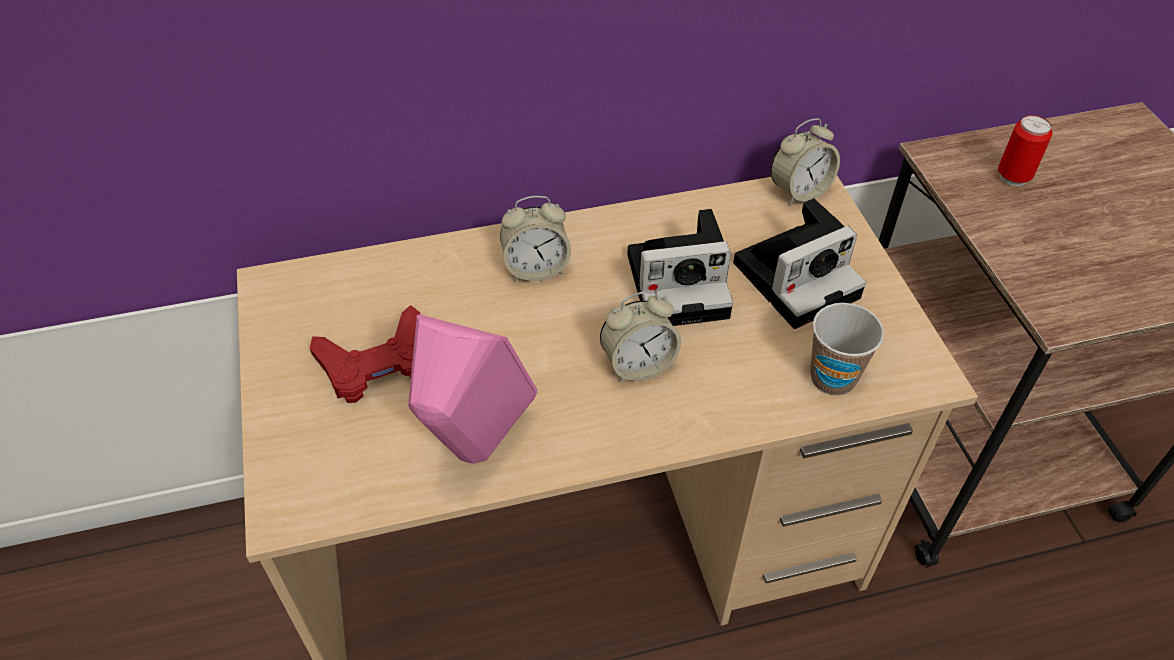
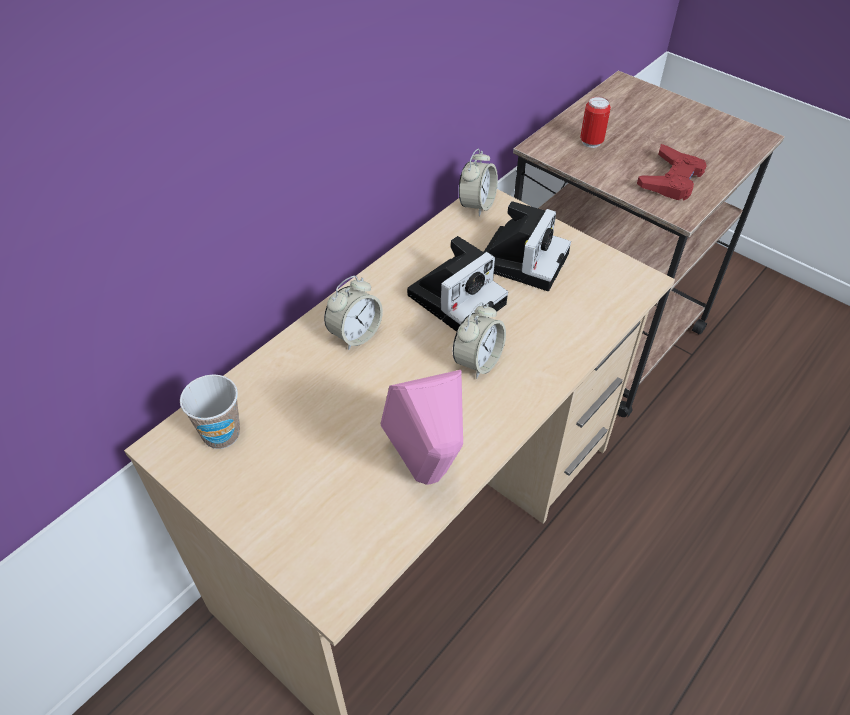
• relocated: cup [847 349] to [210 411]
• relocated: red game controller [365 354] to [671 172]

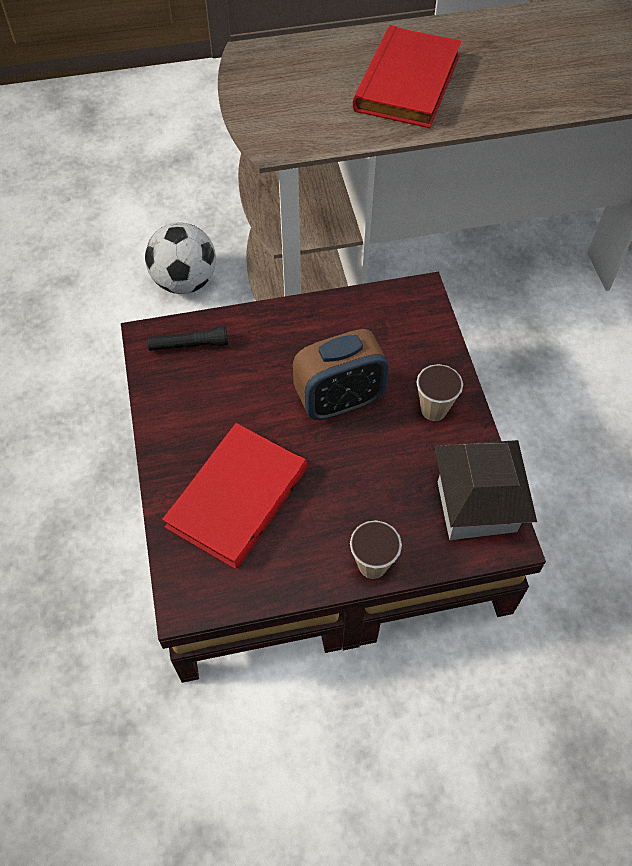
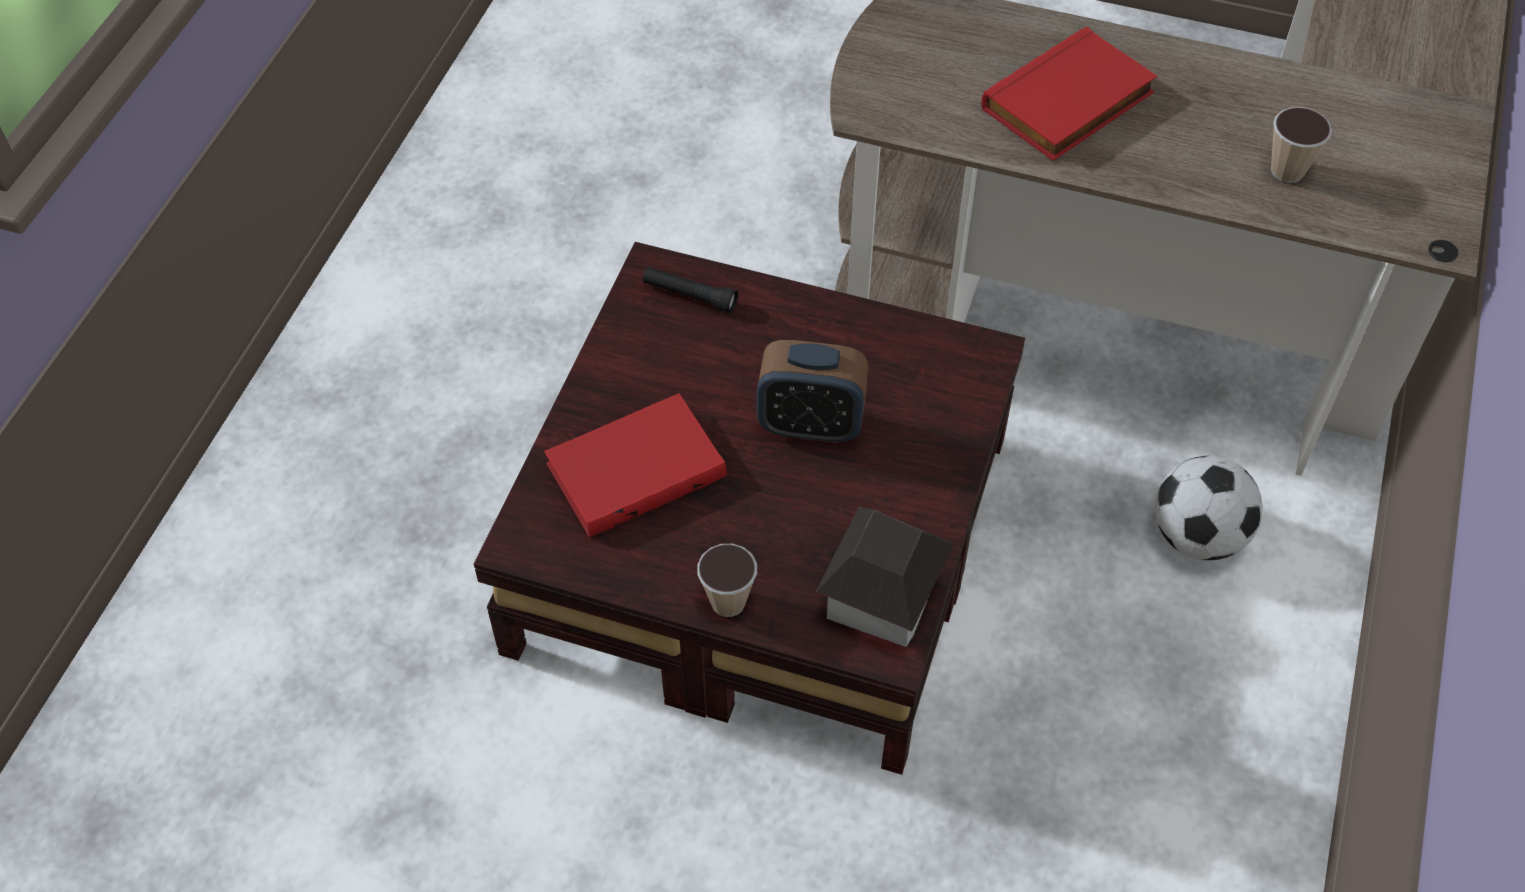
• relocated: football [180 258] to [1209 508]
• relocated: cup [439 392] to [1301 145]

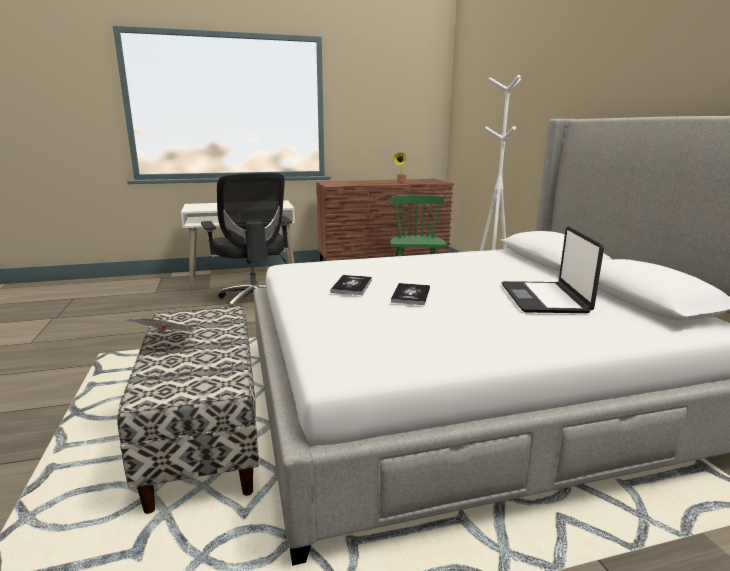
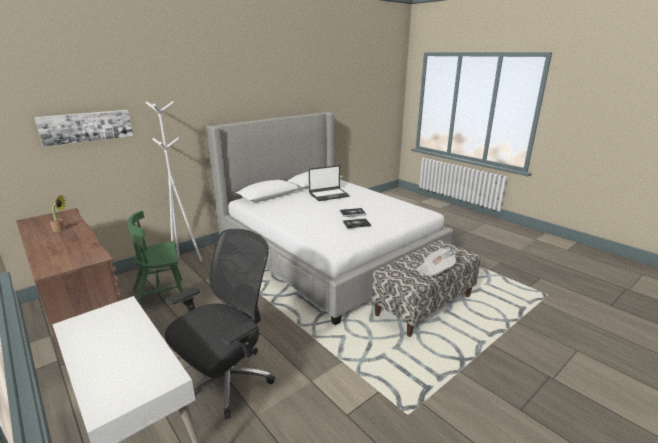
• appeared: picture [84 128]

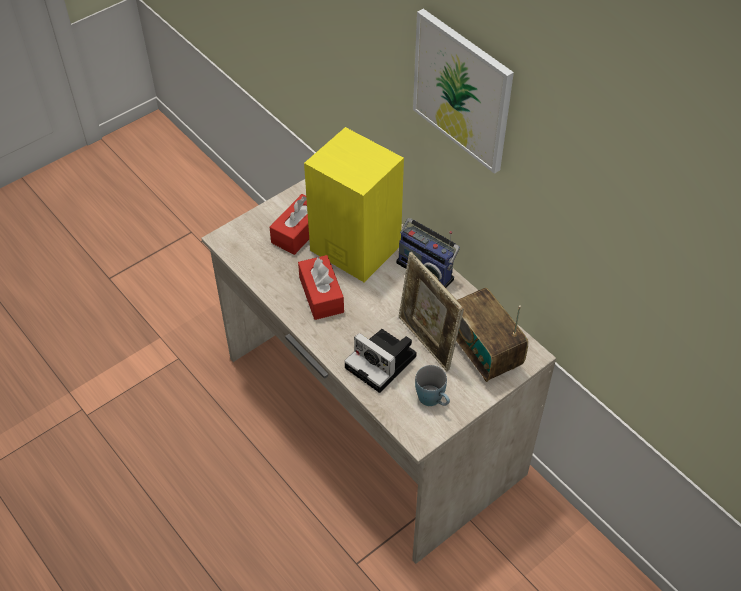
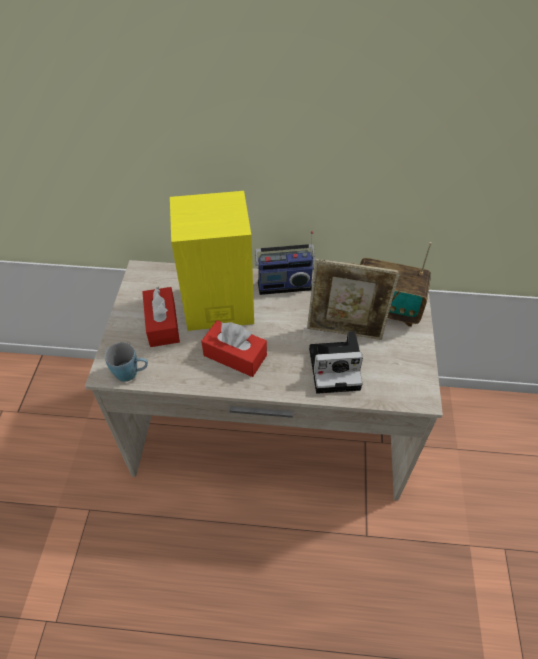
• relocated: blue mug [432 385] to [126 362]
• missing: picture [463 91]

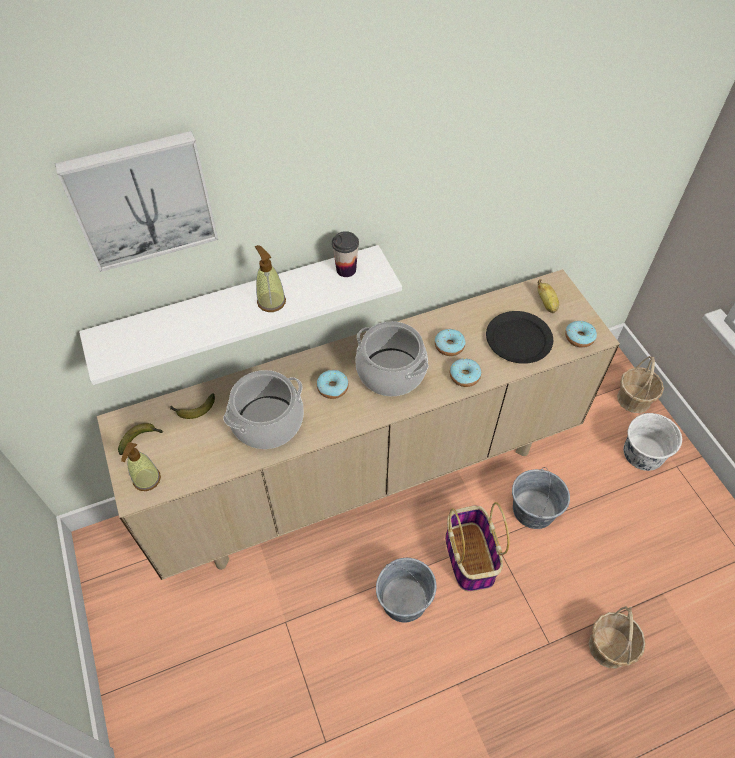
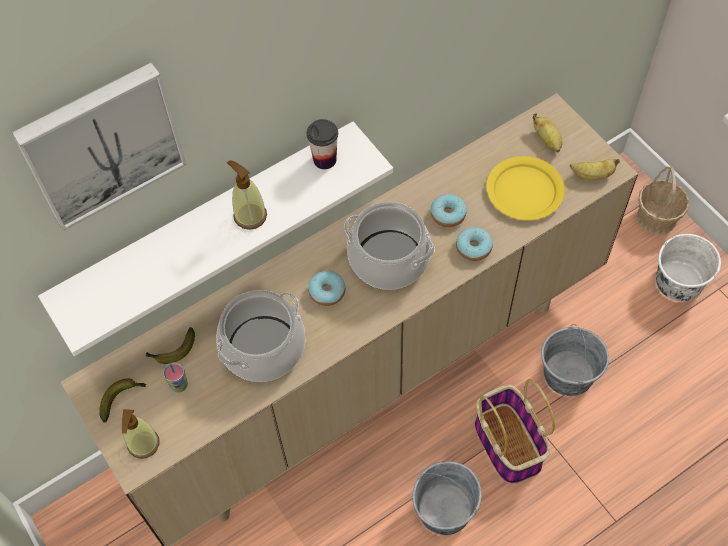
• appeared: cup [175 377]
• colour: black plate [519 337] to yellow plate [525 188]
• exchanged: donut [581 334] to banana [595 169]
• missing: basket [617 637]

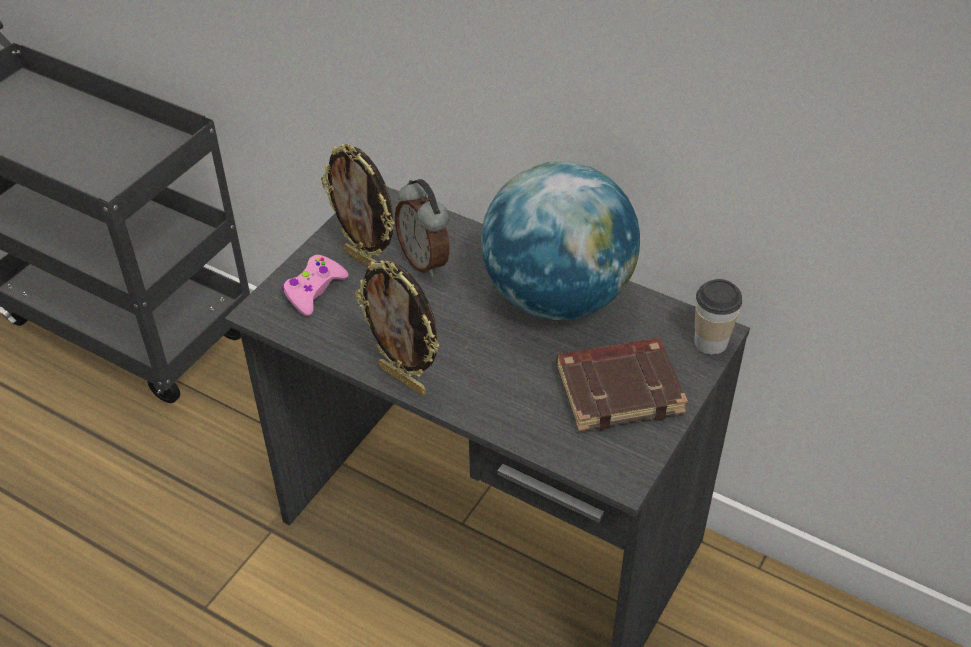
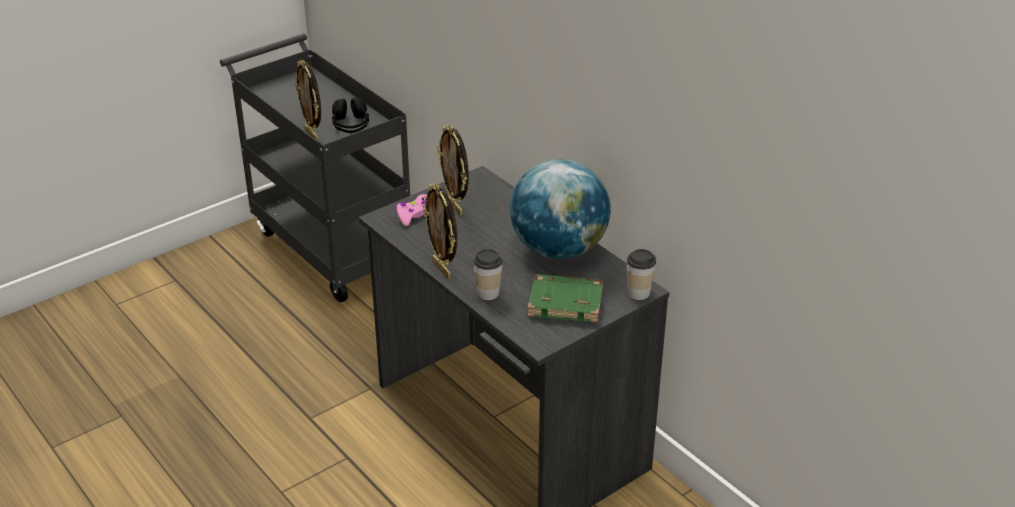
• appeared: picture frame [308 100]
• appeared: black headphones [350 115]
• appeared: cup [488 274]
• colour: brown book [622 384] to green book [565 298]
• missing: alarm clock [422 228]

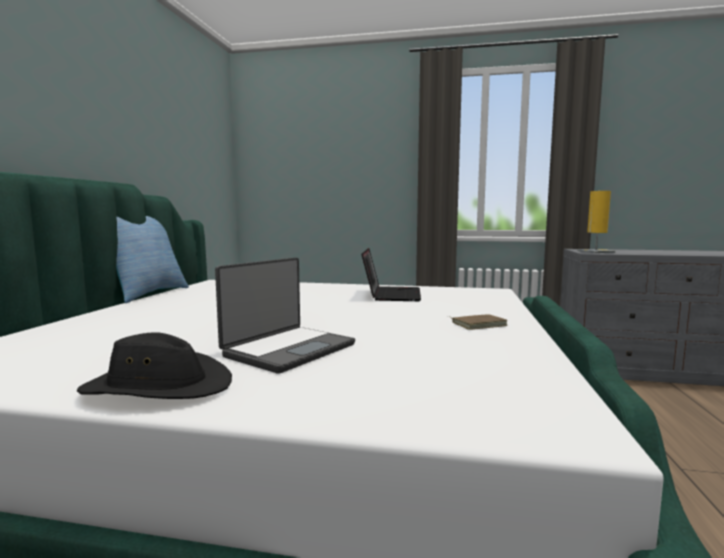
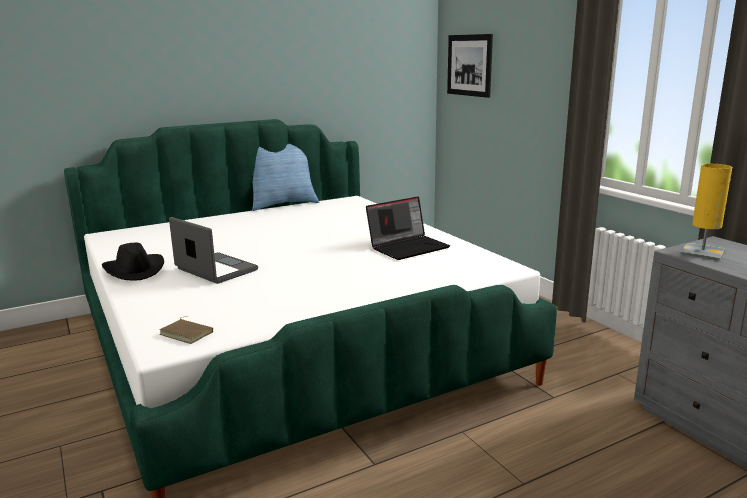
• relocated: brown book [478 322] to [186 330]
• spun: laptop [285 315] = [213 250] 135 degrees counterclockwise
• appeared: picture [470 66]

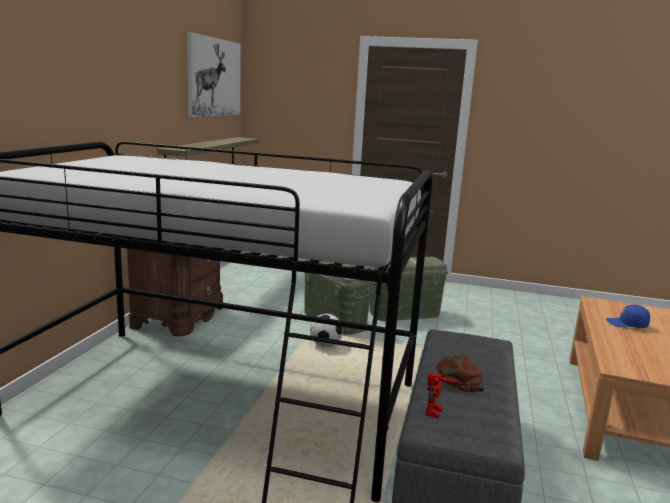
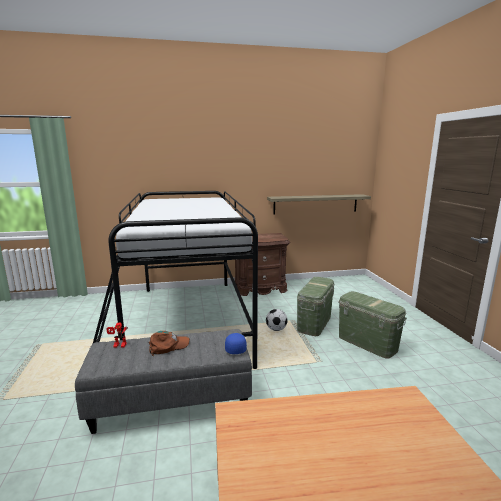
• relocated: blue cap [628 316] to [236 343]
• missing: picture [214 74]

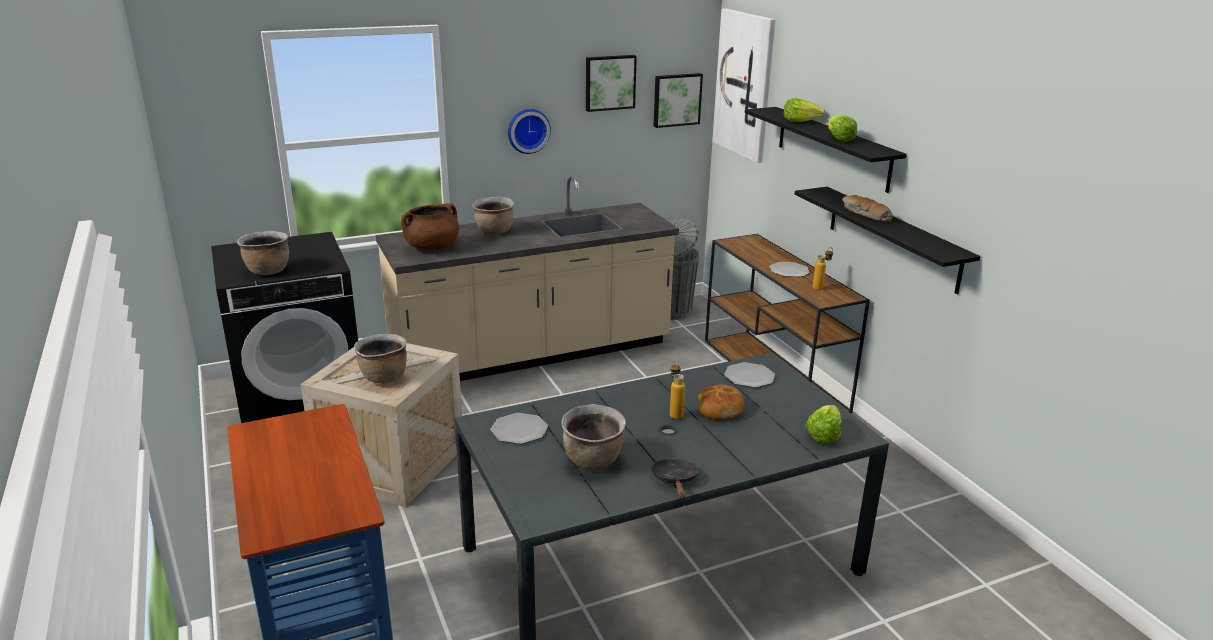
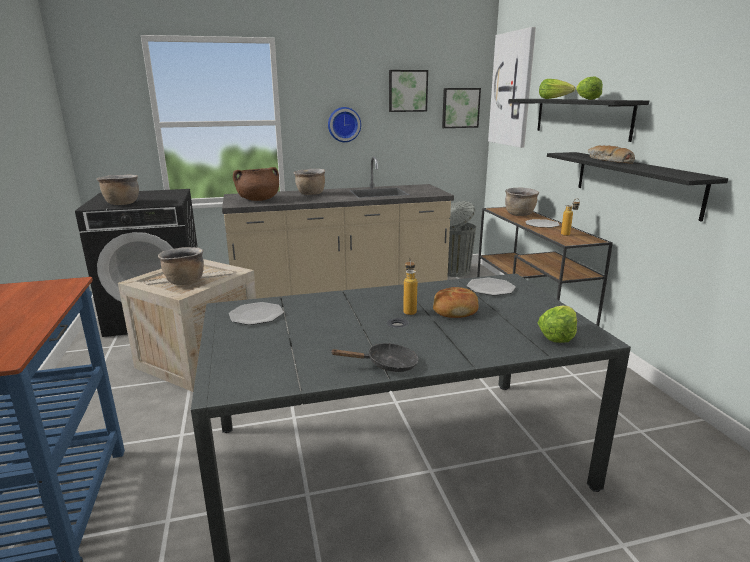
• spun: black frying pan [675 478] = [374 357] 75 degrees clockwise
• relocated: brown cooking pot [593 437] to [522 201]

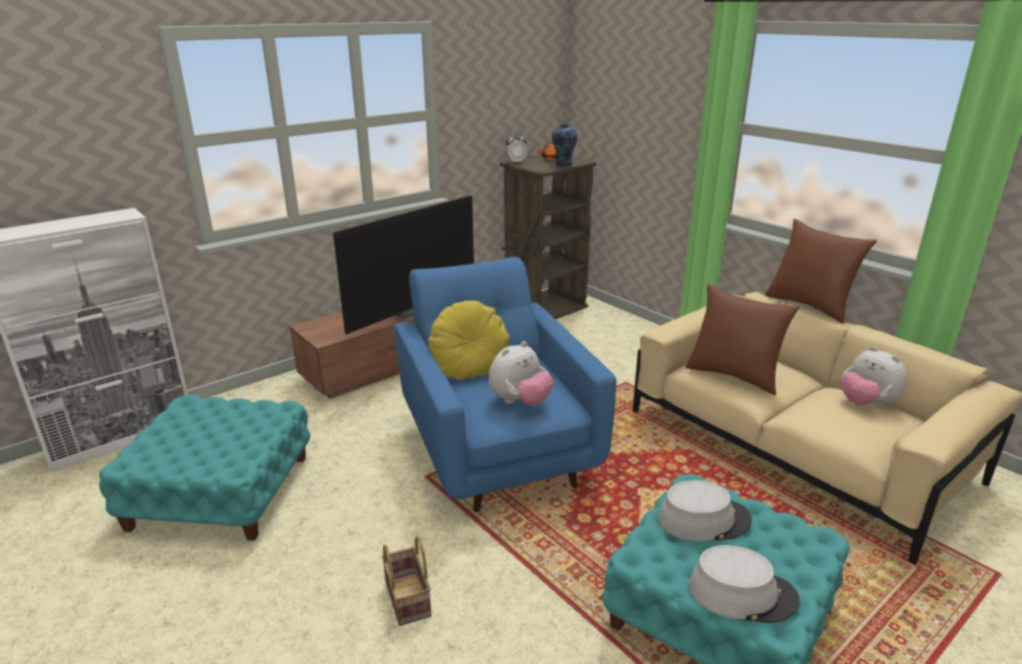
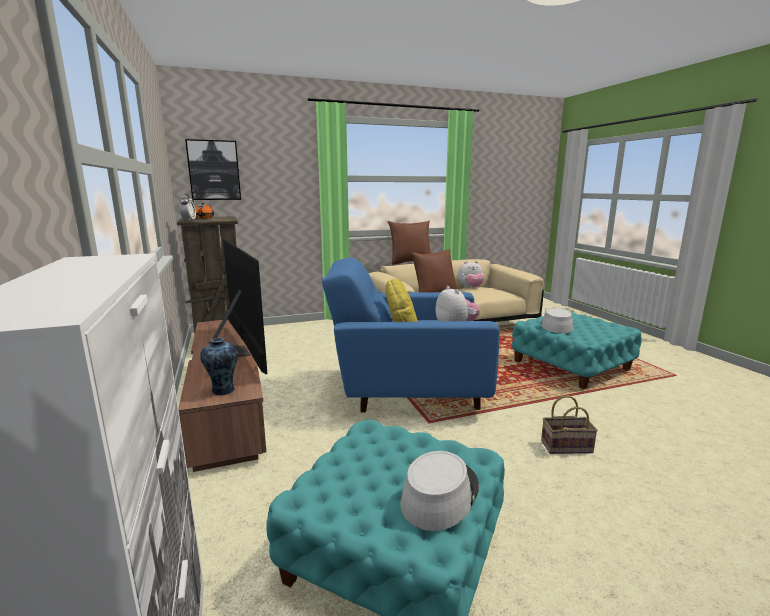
• appeared: picture [213 169]
• relocated: vase [564 145] to [219 367]
• relocated: grey hat [744 584] to [439 491]

